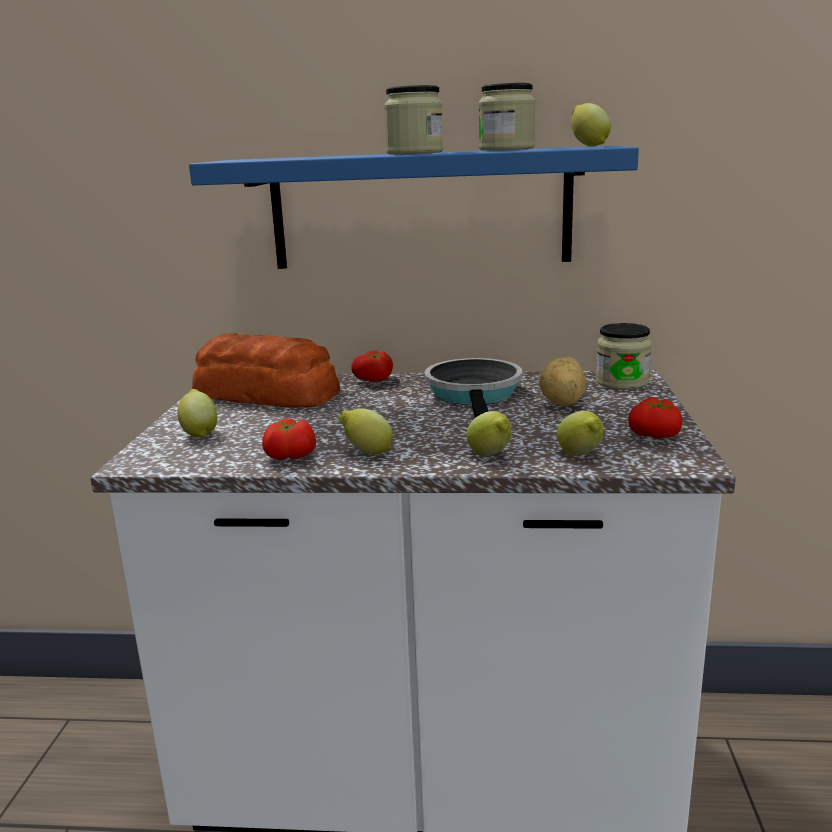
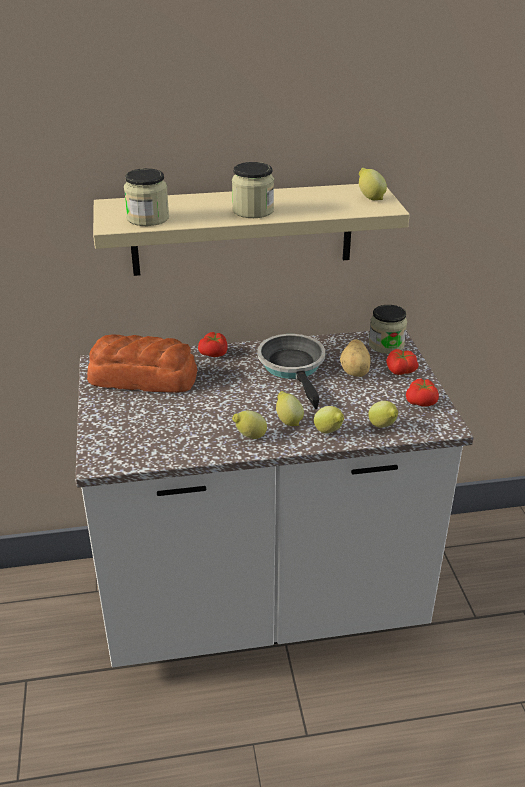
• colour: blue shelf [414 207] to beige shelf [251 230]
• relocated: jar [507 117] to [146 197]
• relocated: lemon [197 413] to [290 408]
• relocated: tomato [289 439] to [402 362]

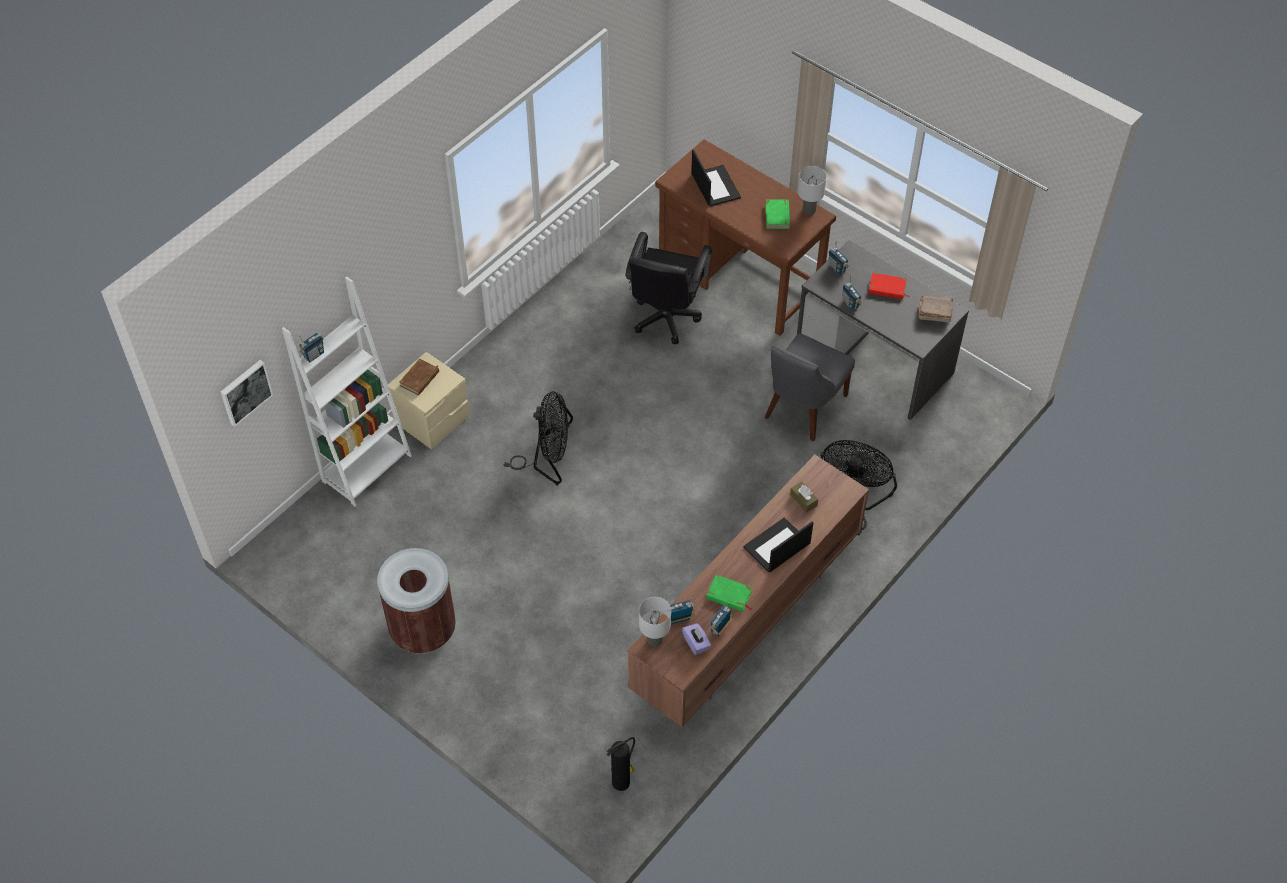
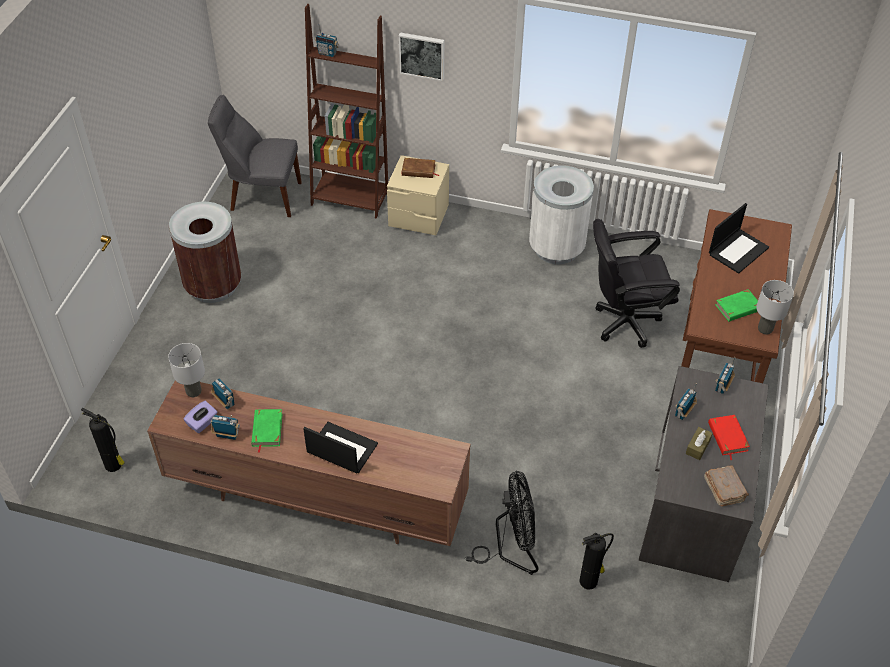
• relocated: grey chair [810 387] to [255 156]
• colour: white bookcase [347 391] to brown bookcase [346 111]
• relocated: picture [247 393] to [421 56]
• appeared: white trash can [561 214]
• appeared: fire extinguisher [596 561]
• relocated: brown tissue box [804 497] to [699 443]
• missing: black fan [538 438]

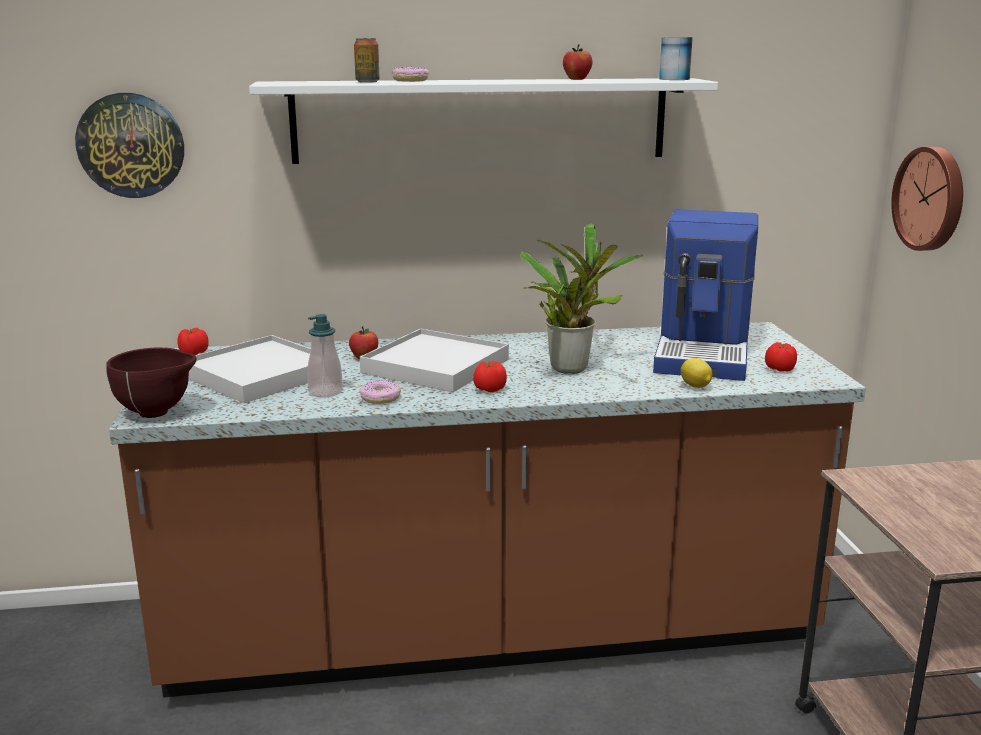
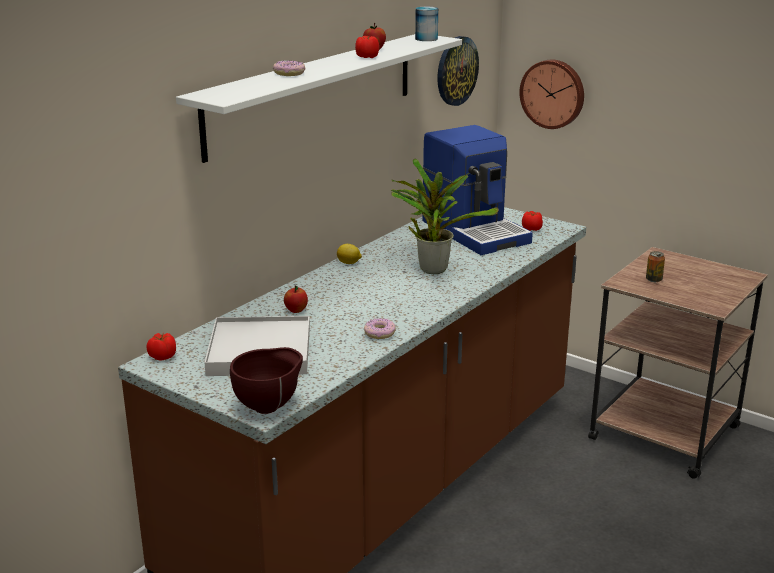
• relocated: lemon [696 373] to [349 254]
• relocated: tomato [490 376] to [367 47]
• relocated: wall clock [129 145] to [458 71]
• relocated: can [367 60] to [655 266]
• missing: soap dispenser [325 355]
• missing: white tray [434 360]

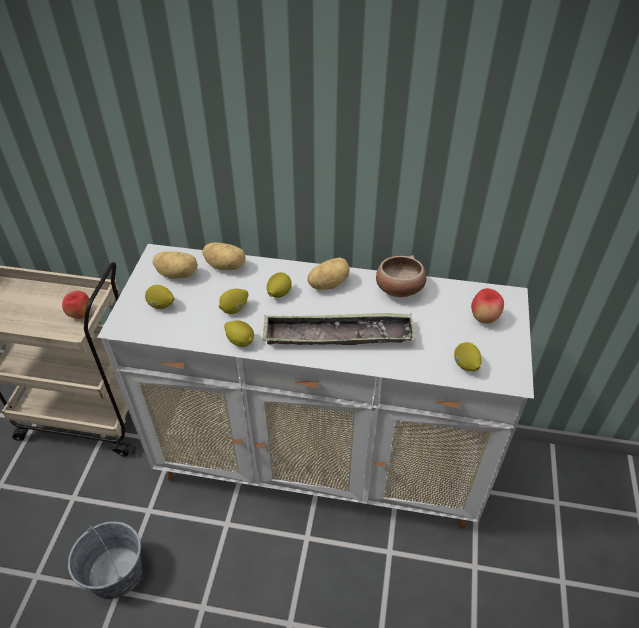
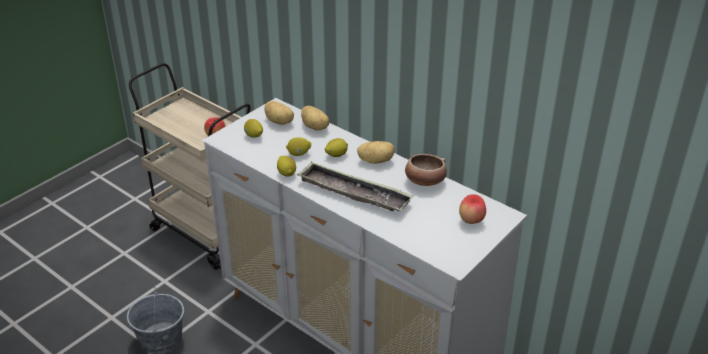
• missing: lemon [468 357]

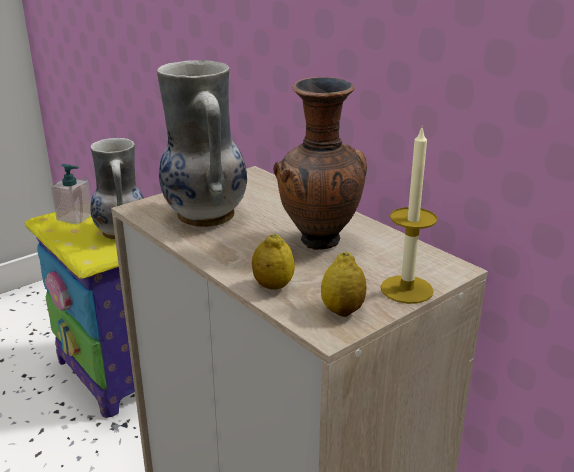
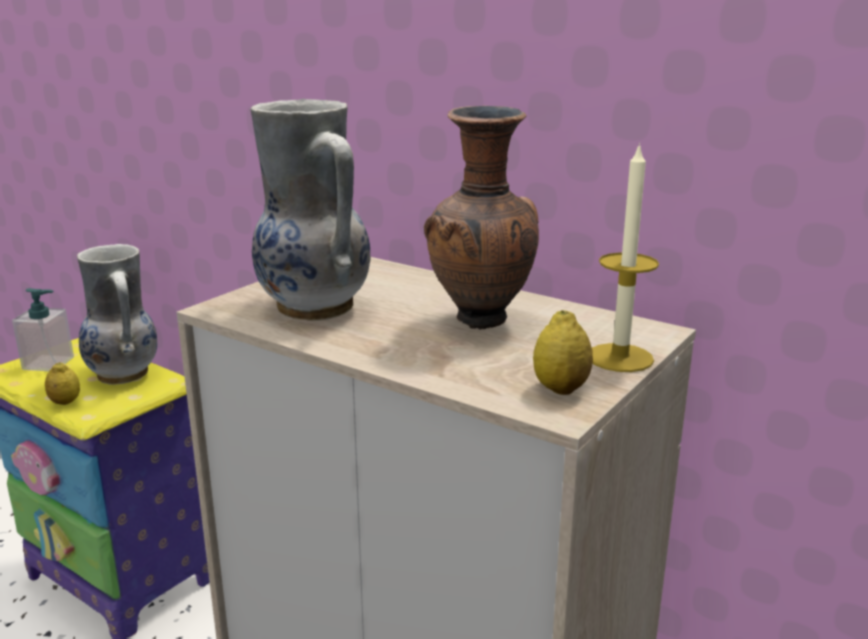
• relocated: lemon [273 262] to [62 383]

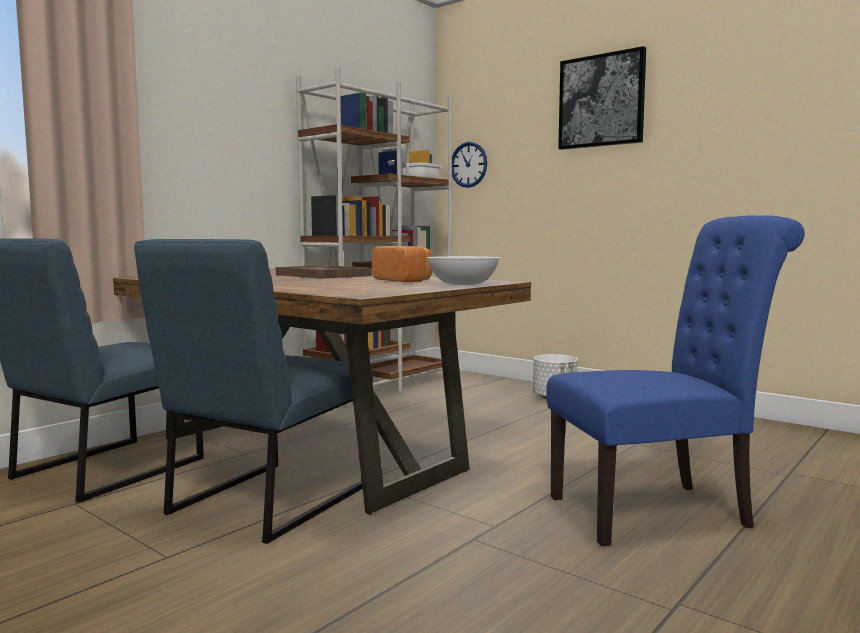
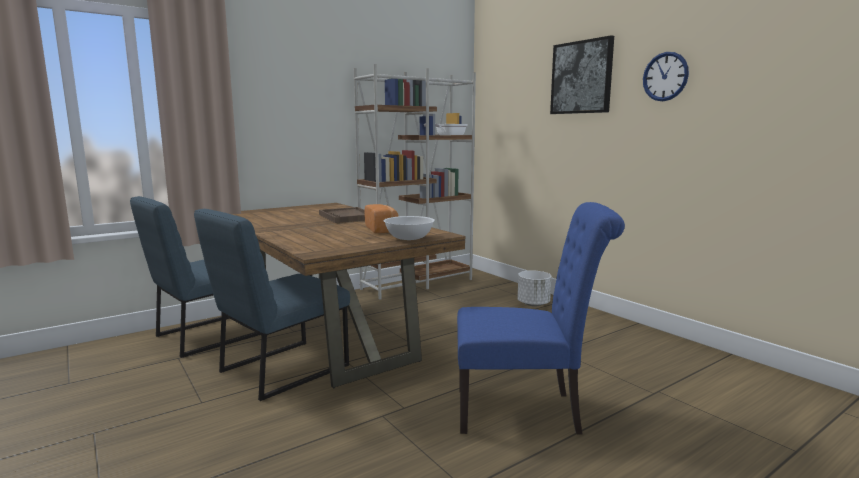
• relocated: wall clock [469 165] to [666 76]

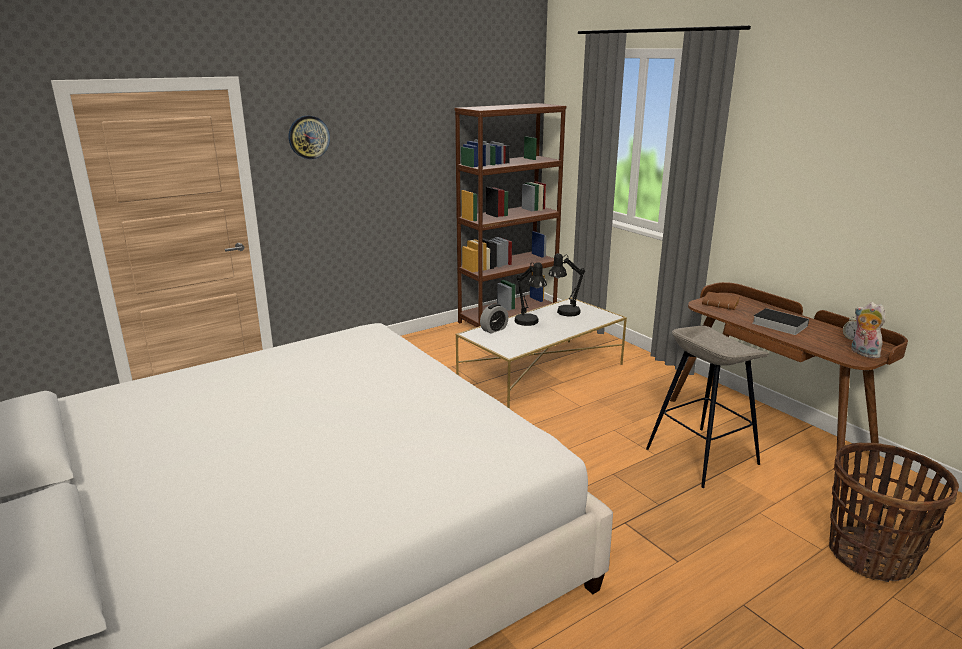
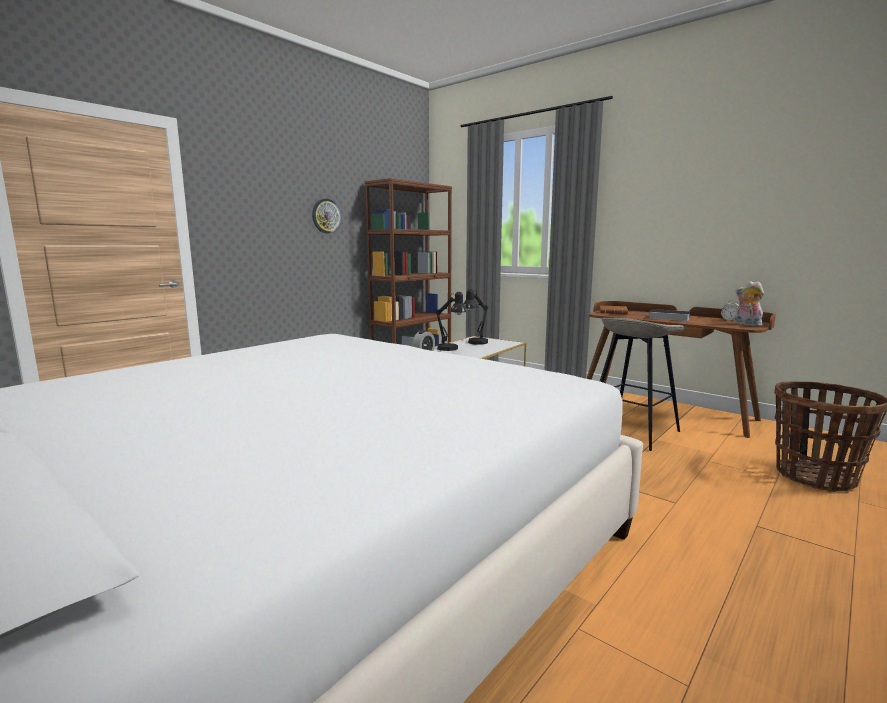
• relocated: wall clock [309 137] to [326 216]

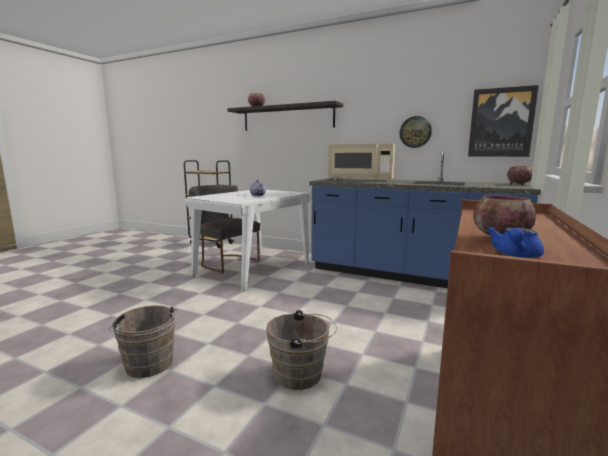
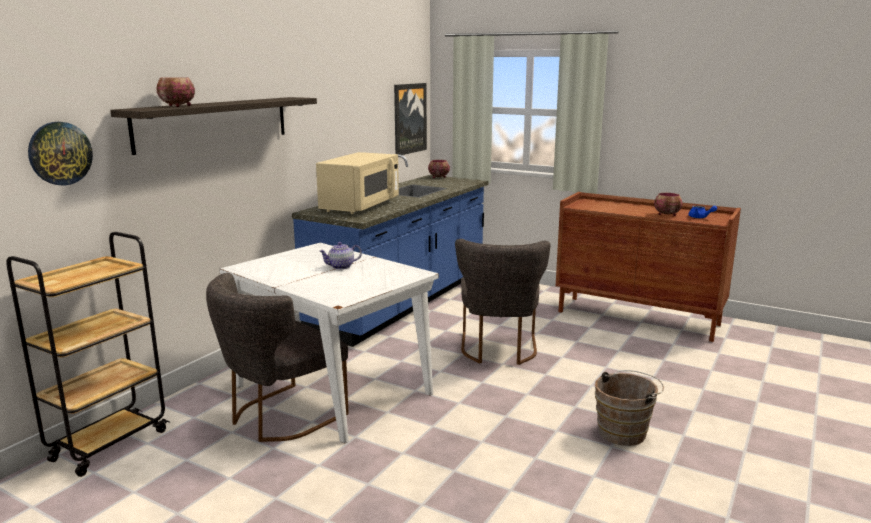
• relocated: wall clock [416 132] to [60 154]
• appeared: grey chair [502 302]
• missing: brown bucket [301 350]

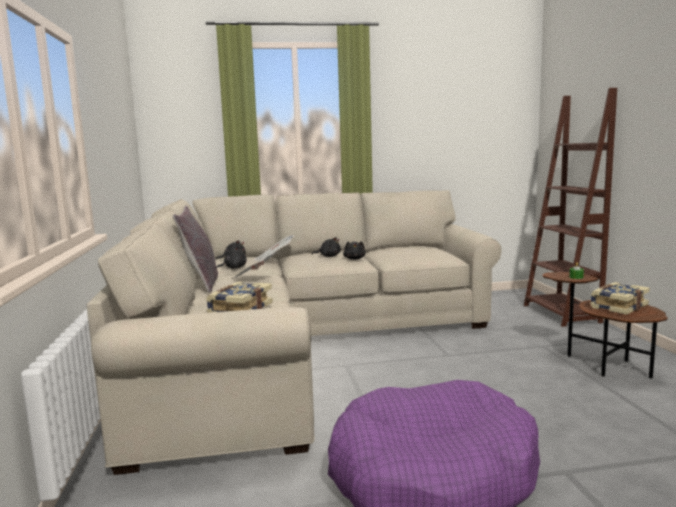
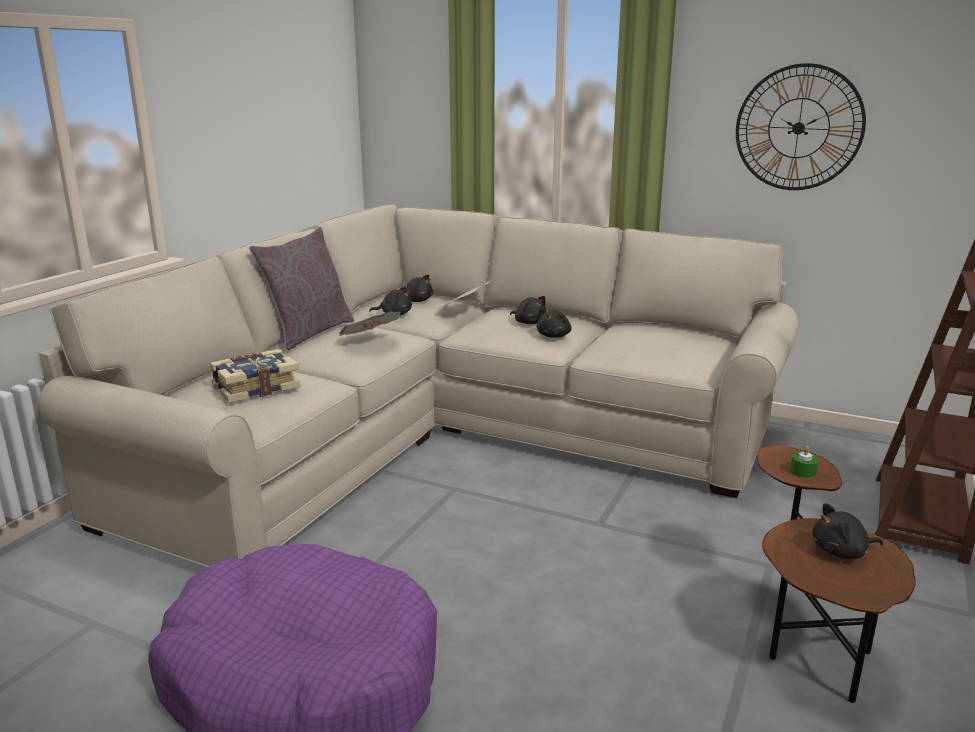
• appeared: wall clock [801 126]
• exchanged: book [620 298] to black plush toy [848 531]

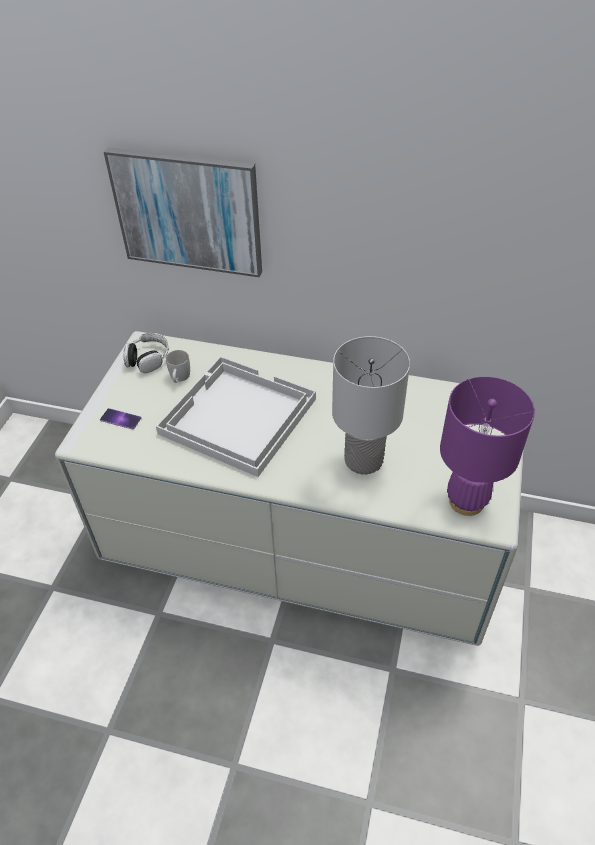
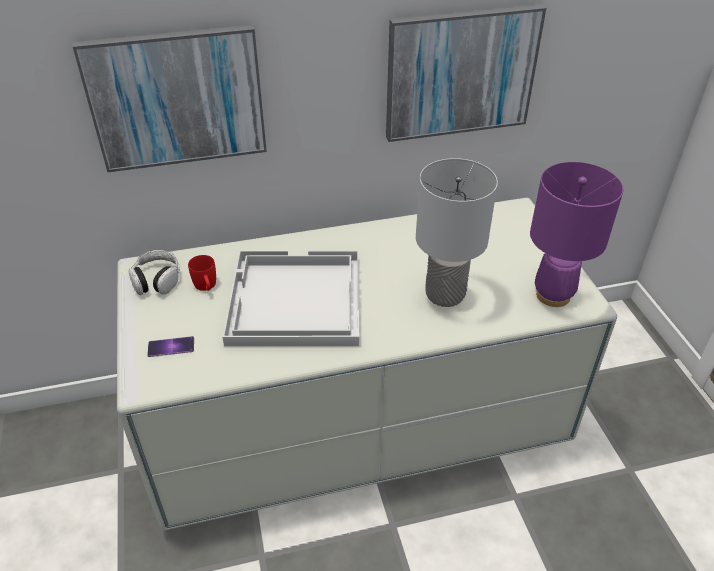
• colour: white mug [178 366] to red mug [202 273]
• appeared: picture [466 73]

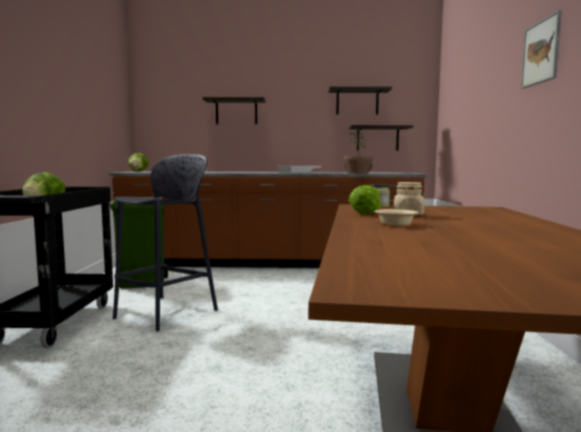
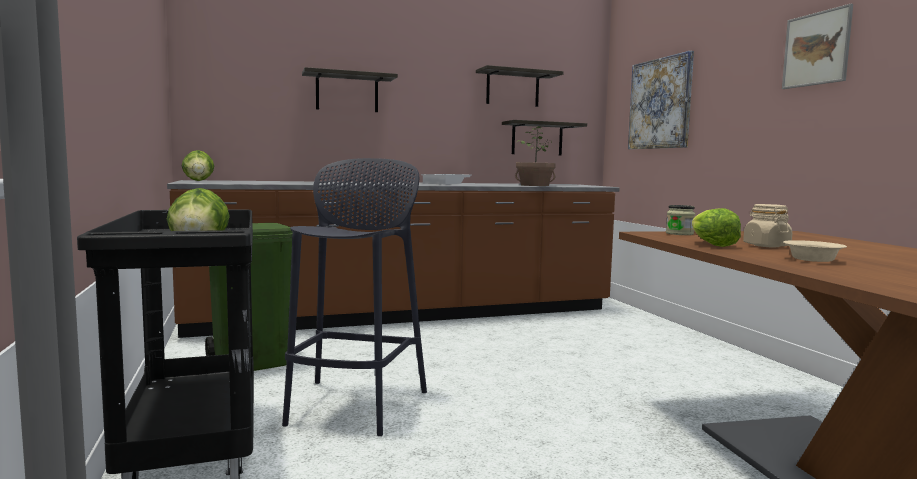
• appeared: picture [661 100]

